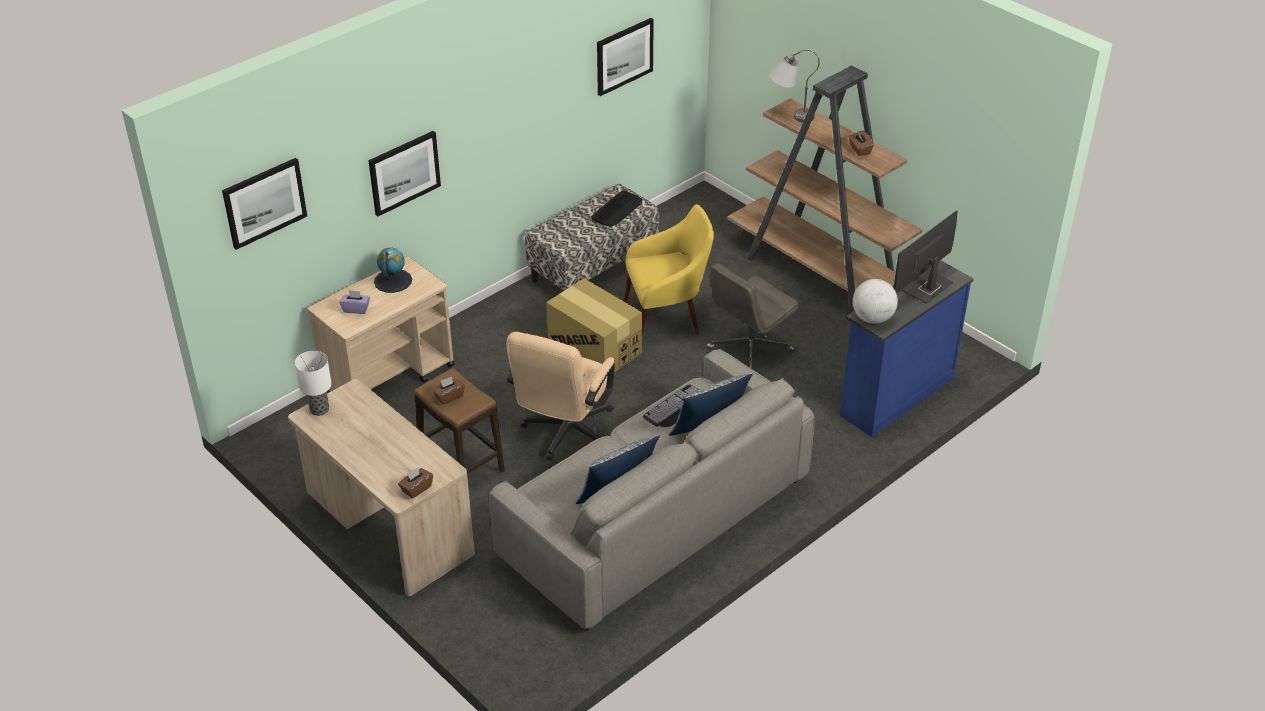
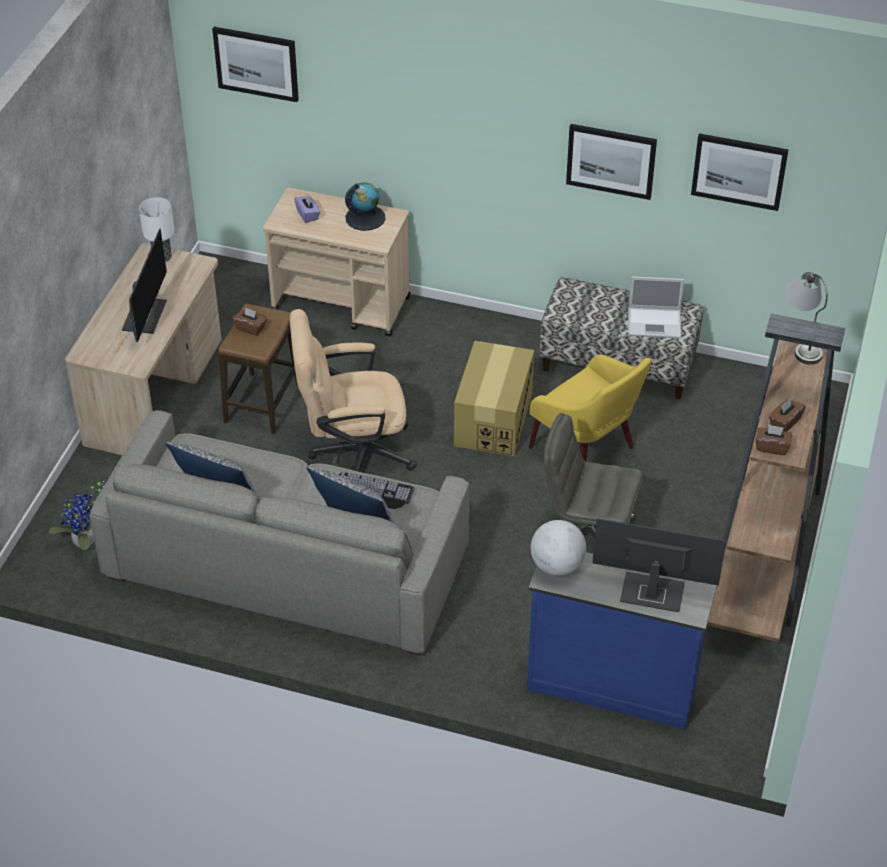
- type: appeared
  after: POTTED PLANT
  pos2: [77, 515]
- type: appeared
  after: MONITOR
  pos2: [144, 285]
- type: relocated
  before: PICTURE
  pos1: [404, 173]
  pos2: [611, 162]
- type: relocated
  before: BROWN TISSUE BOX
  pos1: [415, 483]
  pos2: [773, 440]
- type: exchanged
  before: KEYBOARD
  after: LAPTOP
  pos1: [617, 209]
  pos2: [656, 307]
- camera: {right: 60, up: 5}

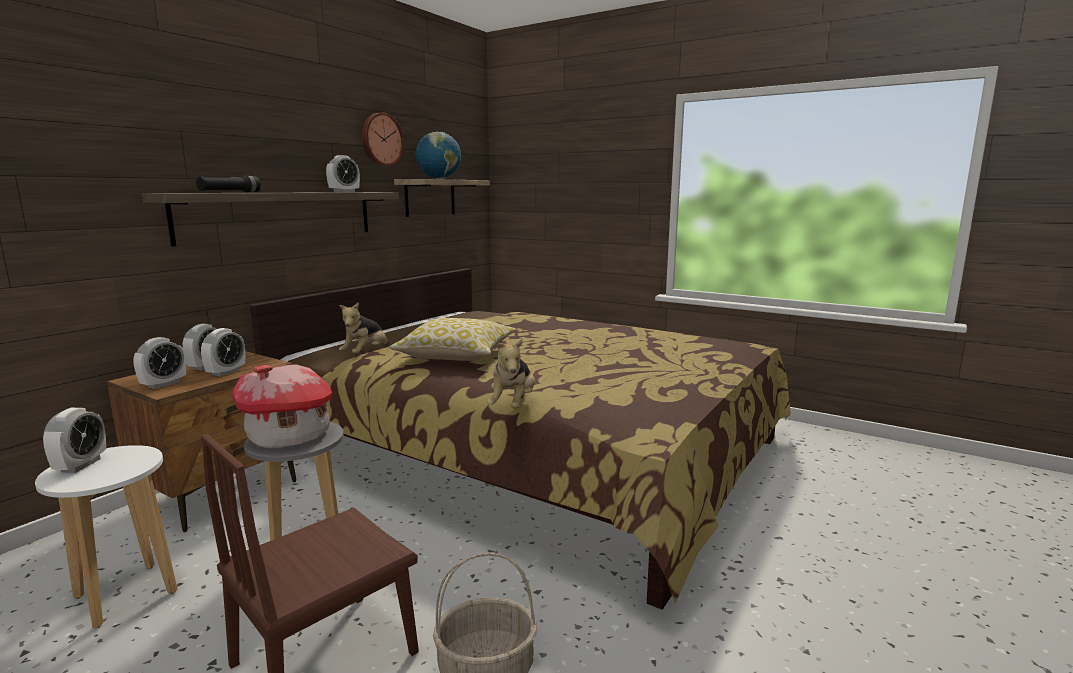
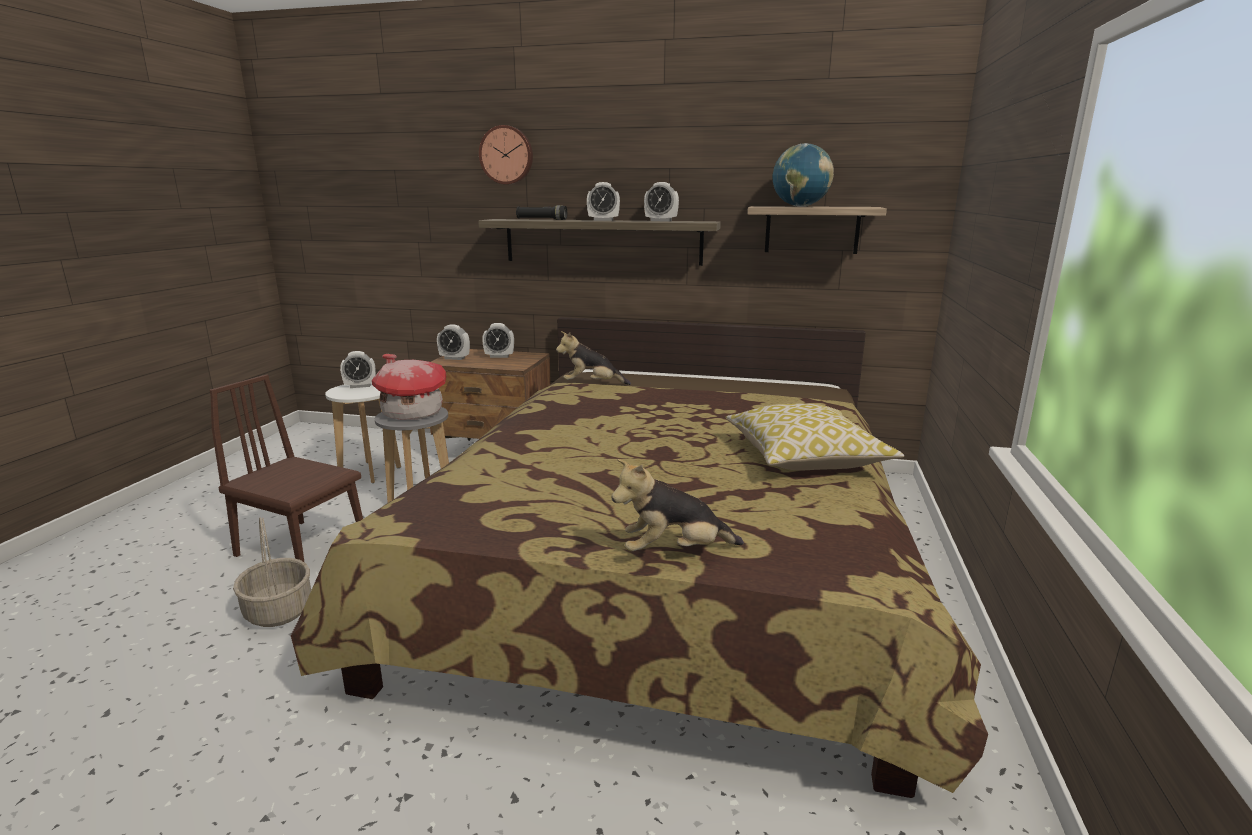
- type: relocated
  before: ALARM CLOCK
  pos1: [223, 352]
  pos2: [603, 201]
- type: relocated
  before: WALL CLOCK
  pos1: [383, 139]
  pos2: [506, 154]
- type: relocated
  before: PILLOW
  pos1: [452, 339]
  pos2: [815, 437]
- type: relocated
  before: PLUSH TOY
  pos1: [511, 374]
  pos2: [677, 505]
- camera: {right: 70, up: 5}

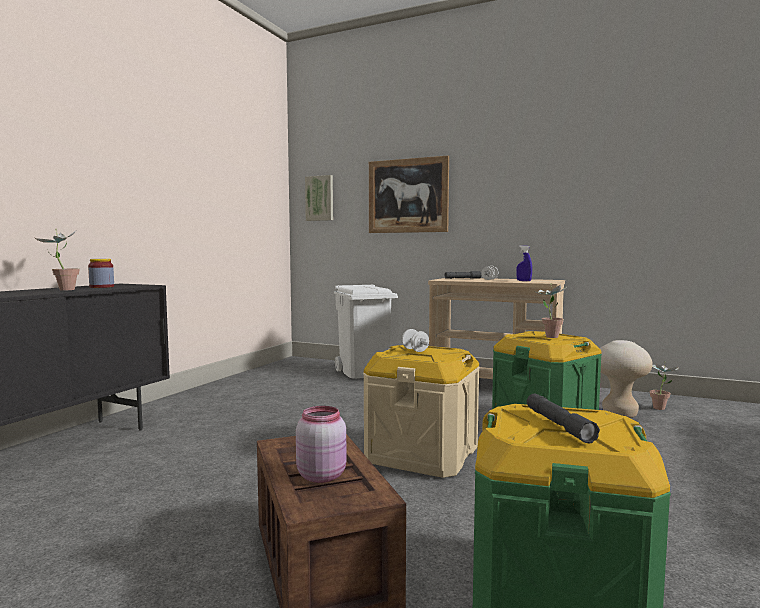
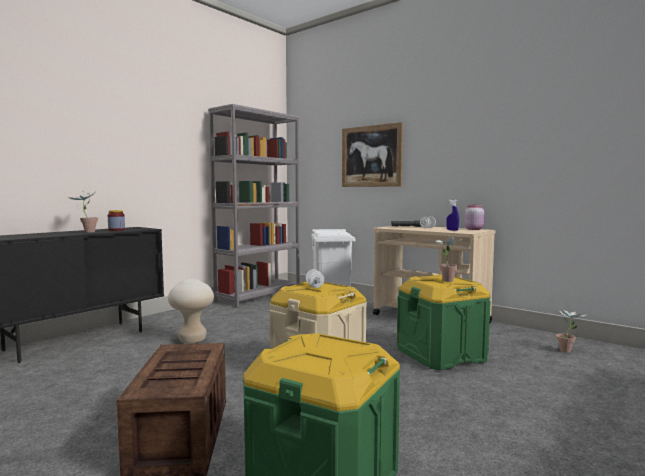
- type: missing
  before: PICTURE
  pos1: [319, 198]
- type: missing
  before: GREY FLASHLIGHT
  pos1: [563, 419]
- type: appeared
  after: GREY BOOKCASE
  pos2: [254, 206]
- type: relocated
  before: PINK JAR
  pos1: [321, 444]
  pos2: [474, 217]
- type: relocated
  before: BEIGE STOOL
  pos1: [626, 379]
  pos2: [191, 311]
- camera: {right: 15, up: 0}

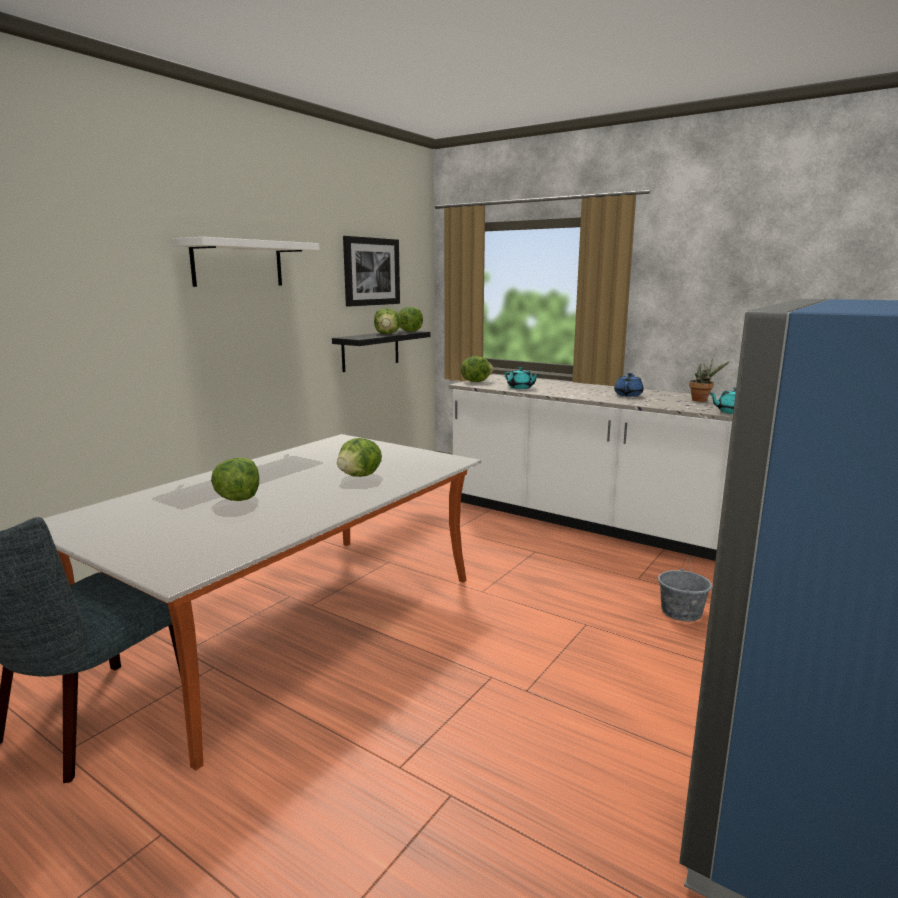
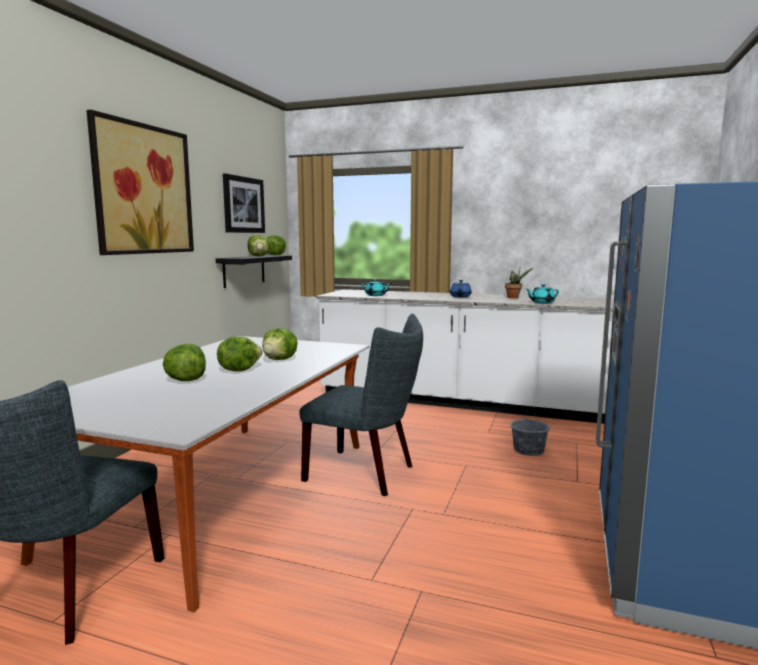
- type: appeared
  after: GREY CHAIR
  pos2: [361, 405]
- type: relocated
  before: LETTUCE
  pos1: [477, 369]
  pos2: [239, 354]
- type: exchanged
  before: WHITE SHELF
  after: PICTURE
  pos1: [245, 262]
  pos2: [140, 182]
- camera: {right: -15, up: -5}

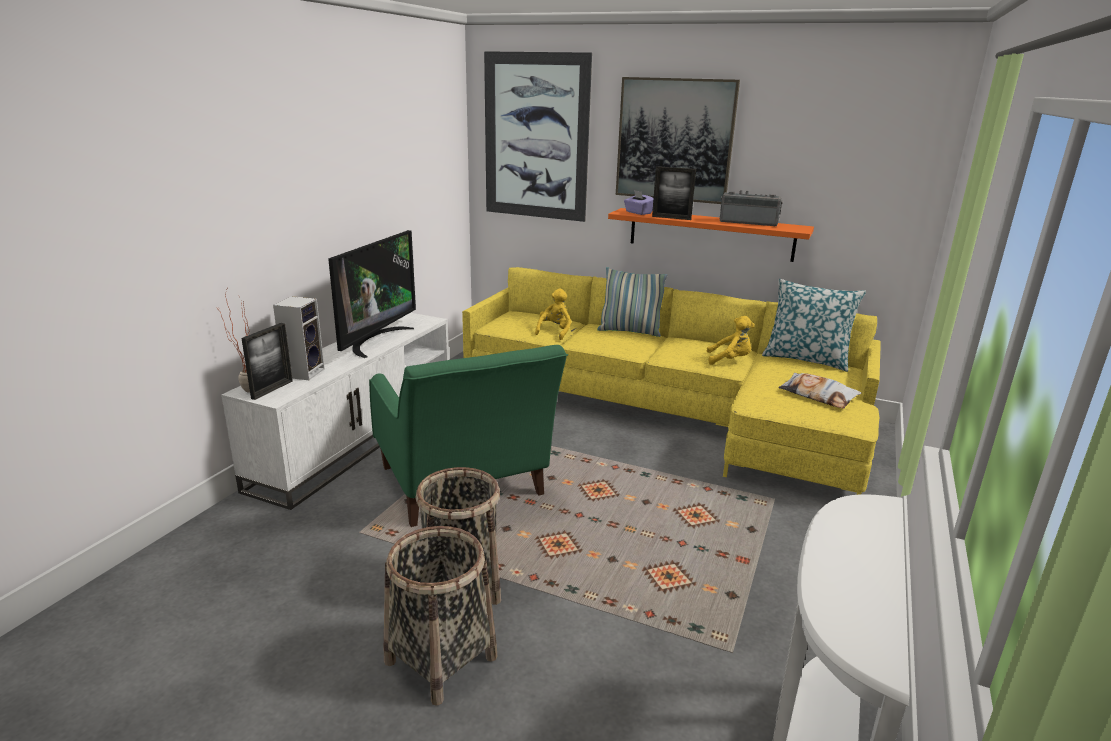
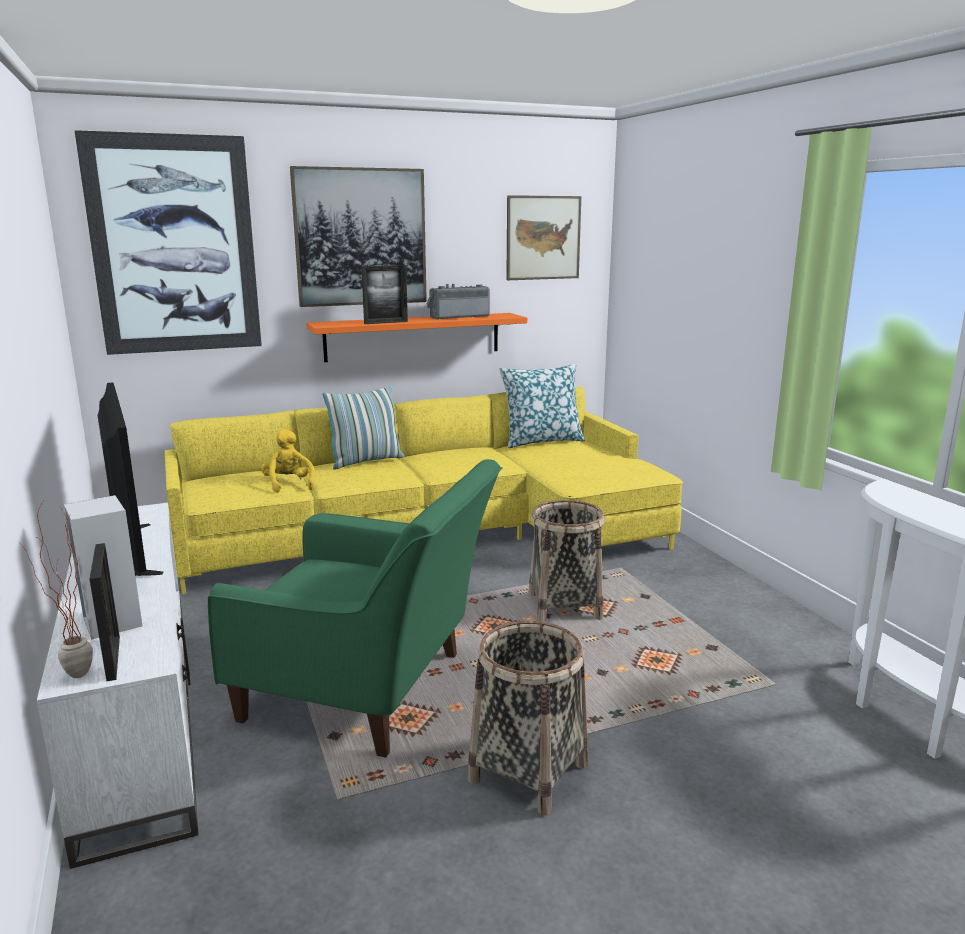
- type: missing
  before: PURPLE TISSUE BOX
  pos1: [638, 202]
- type: missing
  before: YELLOW PLUSH TOY
  pos1: [731, 340]
- type: missing
  before: PILLOW
  pos1: [819, 391]
- type: appeared
  after: PICTURE
  pos2: [543, 237]
- type: relocated
  before: BASKET
  pos1: [441, 616]
  pos2: [567, 561]
- camera: {right: -45, up: -5}

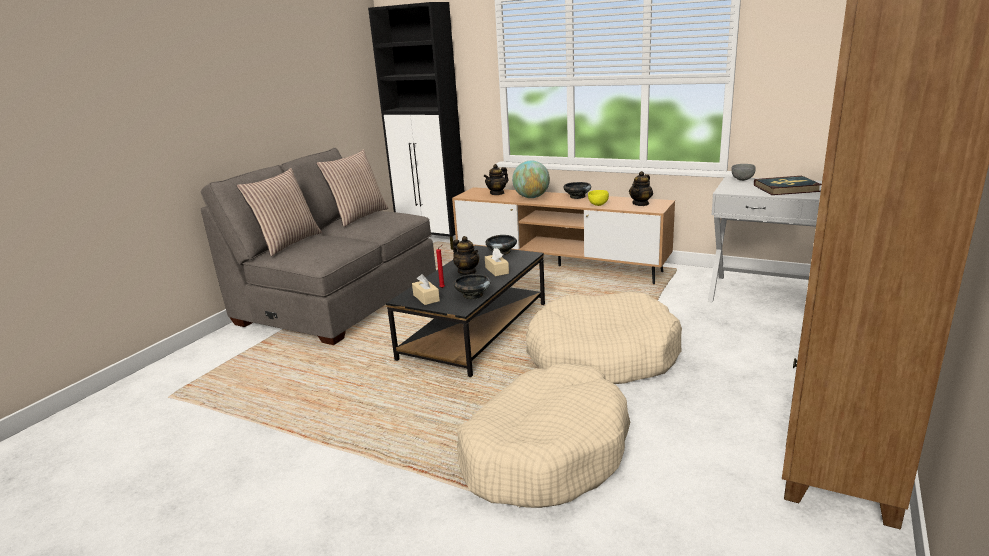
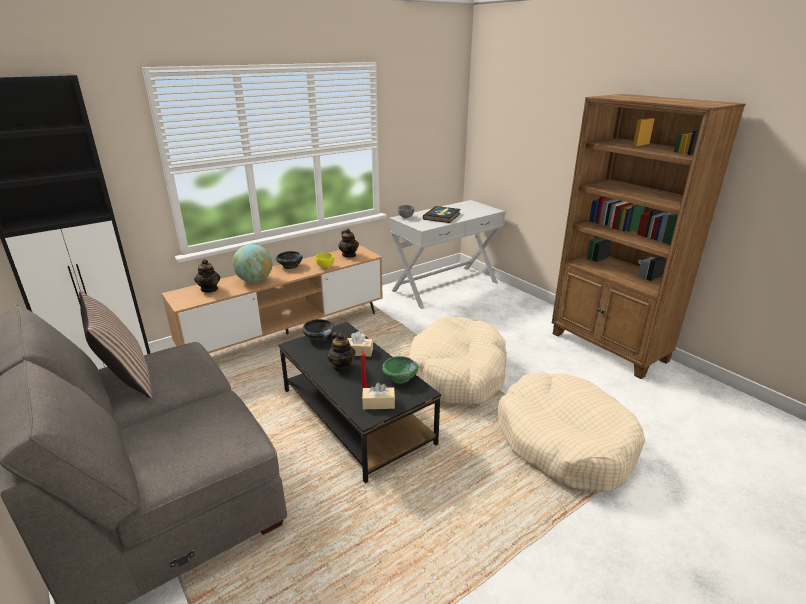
- type: missing
  before: PILLOW
  pos1: [279, 212]
- type: colour
  before: BLACK BOWL
  after: GREEN BOWL
  pos1: [472, 286]
  pos2: [400, 370]
- type: spun
  before: TEAPOT
  pos1: [465, 255]
  pos2: [341, 352]
  turn: 75
- camera: {right: -65, up: 5}

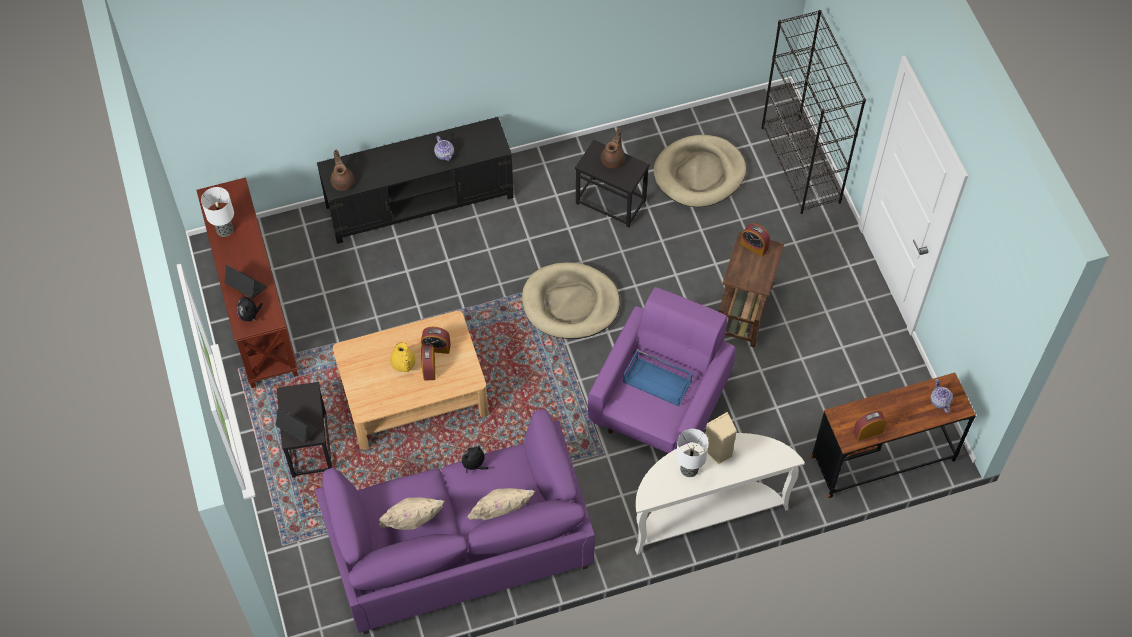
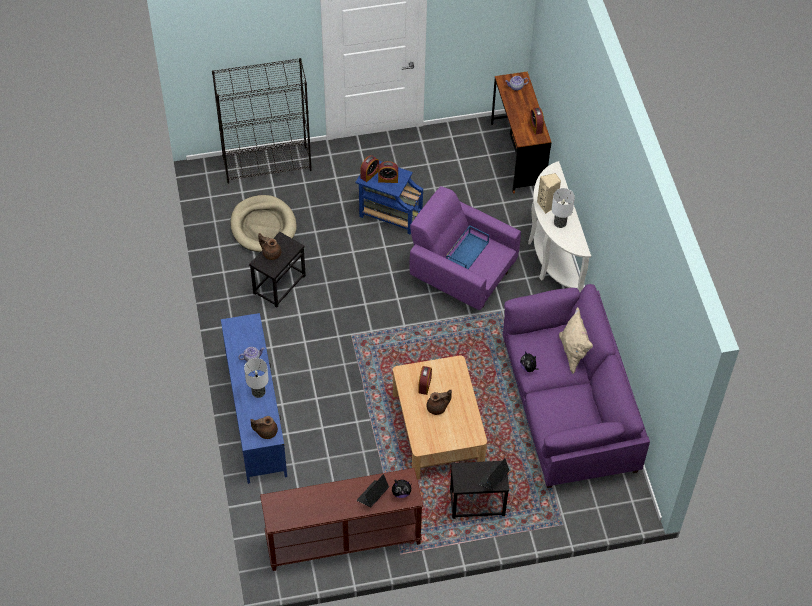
- type: missing
  before: BEIGE PILLOW
  pos1: [412, 514]
- type: missing
  before: BEIGE DOG BED
  pos1: [571, 300]
- type: relocated
  before: TABLE LAMP
  pos1: [217, 212]
  pos2: [256, 378]
- type: relocated
  before: ALARM CLOCK
  pos1: [428, 363]
  pos2: [388, 172]
- type: colour
  before: BLACK TV STAND
  after: BLUE TV STAND
  pos1: [415, 180]
  pos2: [254, 398]
- type: colour
  before: YELLOW TEAPOT
  after: BROWN TEAPOT
  pos1: [402, 357]
  pos2: [439, 402]
- type: colour
  before: BROWN SIDE TABLE
  after: BLUE SIDE TABLE
  pos1: [751, 289]
  pos2: [389, 198]
- camera: {right: -85, up: -5}

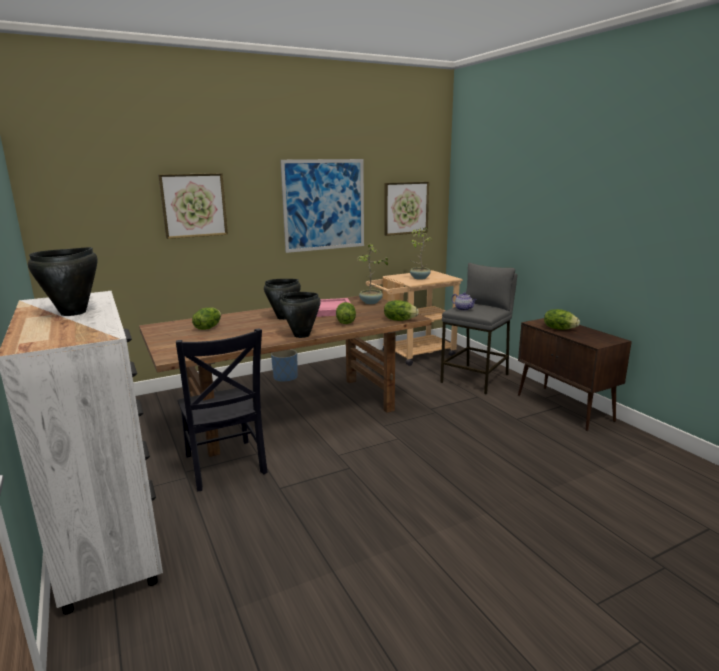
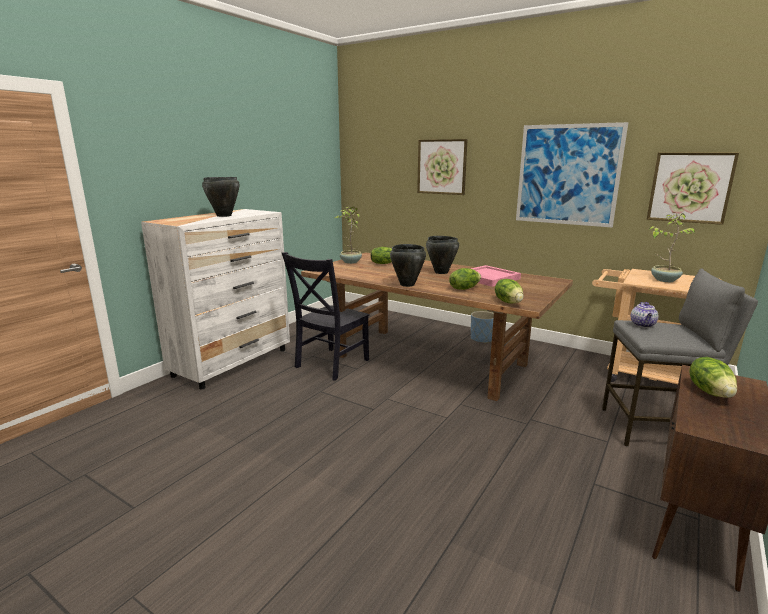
- type: relocated
  before: POTTED PLANT
  pos1: [374, 273]
  pos2: [348, 235]
- camera: {right: 60, up: 0}

